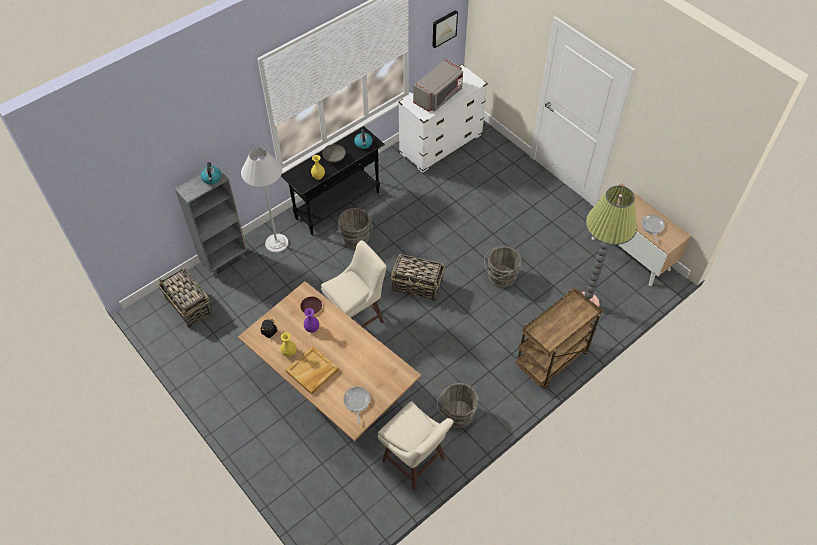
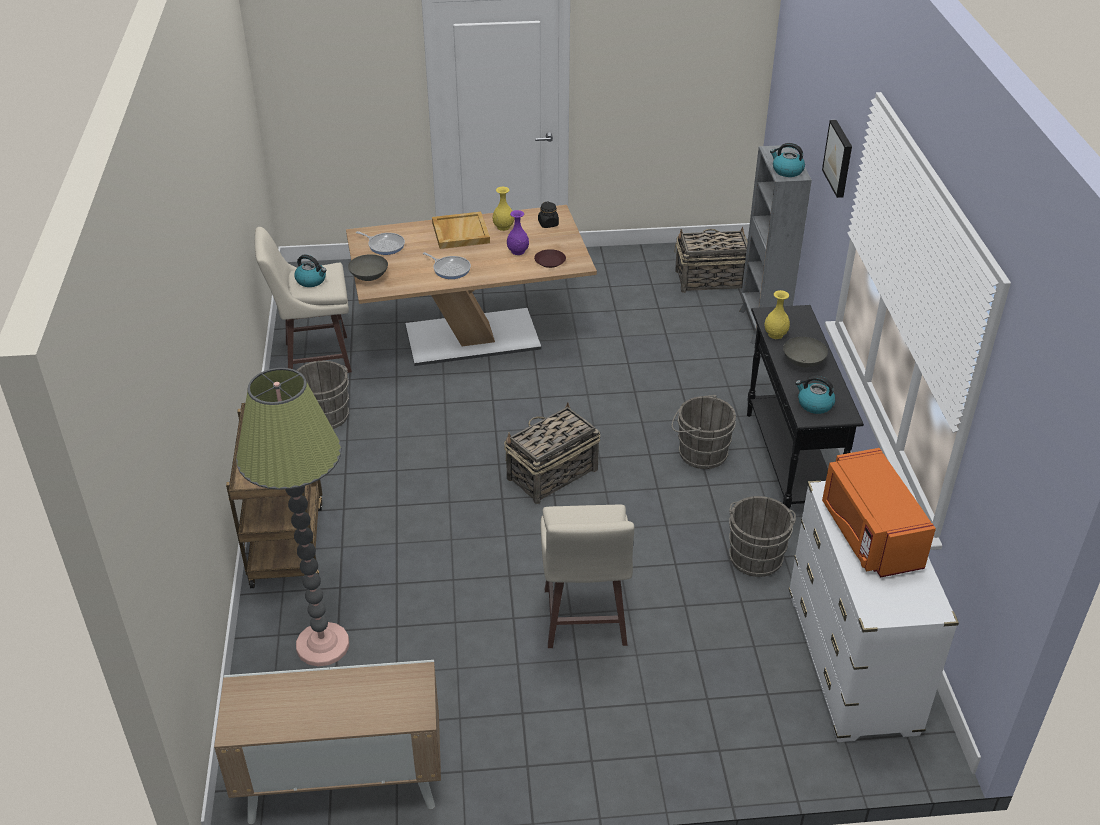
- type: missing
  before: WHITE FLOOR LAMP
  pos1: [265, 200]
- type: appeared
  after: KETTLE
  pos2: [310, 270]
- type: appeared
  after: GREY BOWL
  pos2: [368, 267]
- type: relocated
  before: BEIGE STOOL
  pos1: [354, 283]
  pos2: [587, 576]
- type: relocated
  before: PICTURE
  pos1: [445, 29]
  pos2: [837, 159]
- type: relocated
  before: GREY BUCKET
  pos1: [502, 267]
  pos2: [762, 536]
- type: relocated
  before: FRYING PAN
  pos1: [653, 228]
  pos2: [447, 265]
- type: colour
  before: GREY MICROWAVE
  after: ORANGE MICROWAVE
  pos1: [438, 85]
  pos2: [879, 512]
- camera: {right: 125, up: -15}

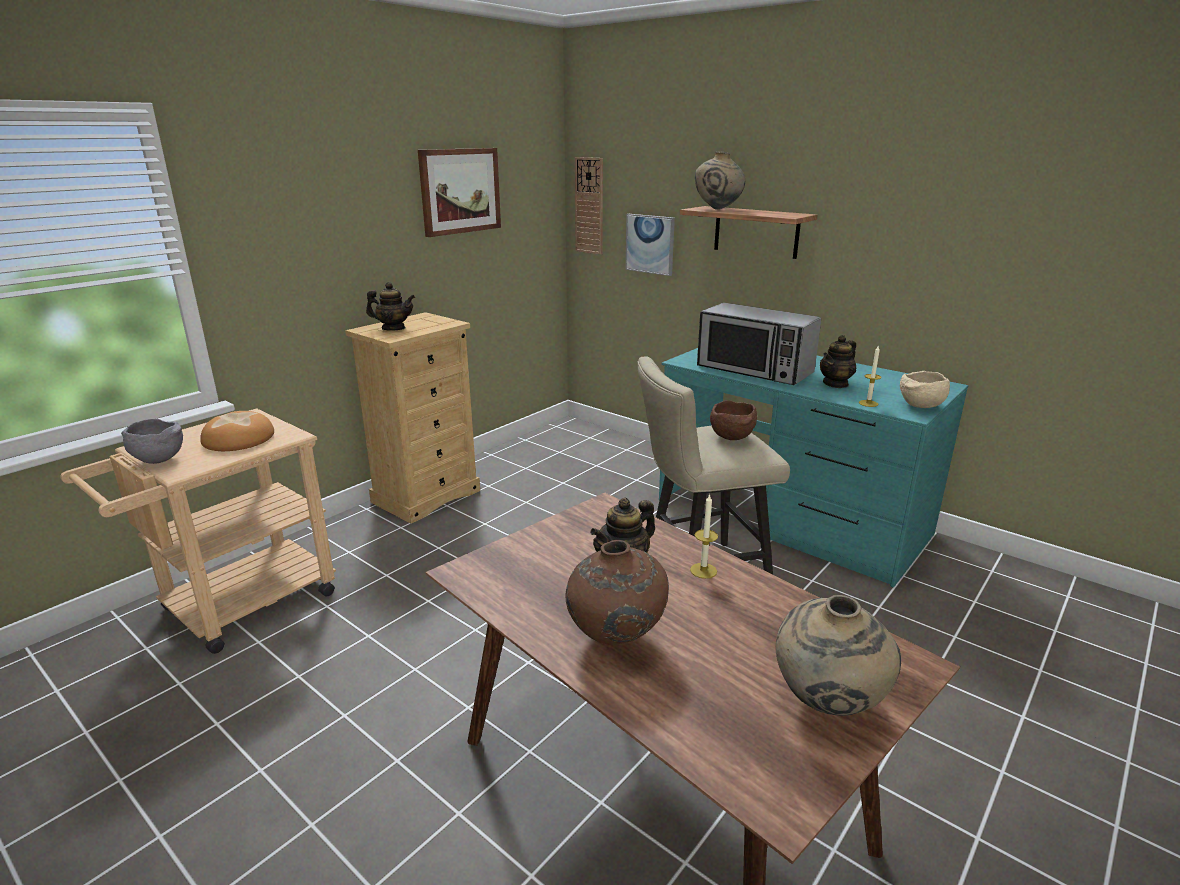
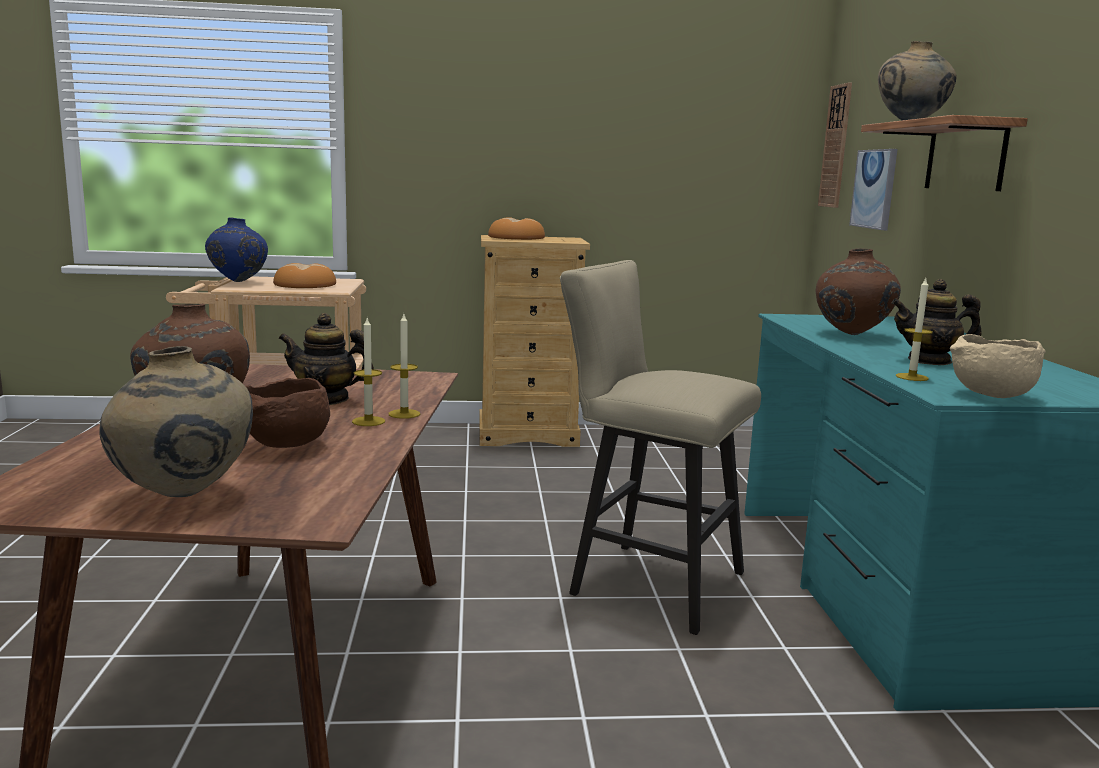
- type: missing
  before: PICTURE
  pos1: [459, 192]
- type: appeared
  after: CANDLE
  pos2: [404, 366]
- type: relocated
  before: BROWN BOWL
  pos1: [733, 420]
  pos2: [287, 413]
- type: exchanged
  before: GREY BOWL
  after: BLUE VASE
  pos1: [152, 441]
  pos2: [236, 249]
- type: exchanged
  before: TEAPOT
  after: BREAD
  pos1: [390, 306]
  pos2: [516, 228]
- type: exchanged
  before: MICROWAVE
  after: BROWN VASE
  pos1: [759, 344]
  pos2: [858, 291]
- camera: {right: 45, up: -10}

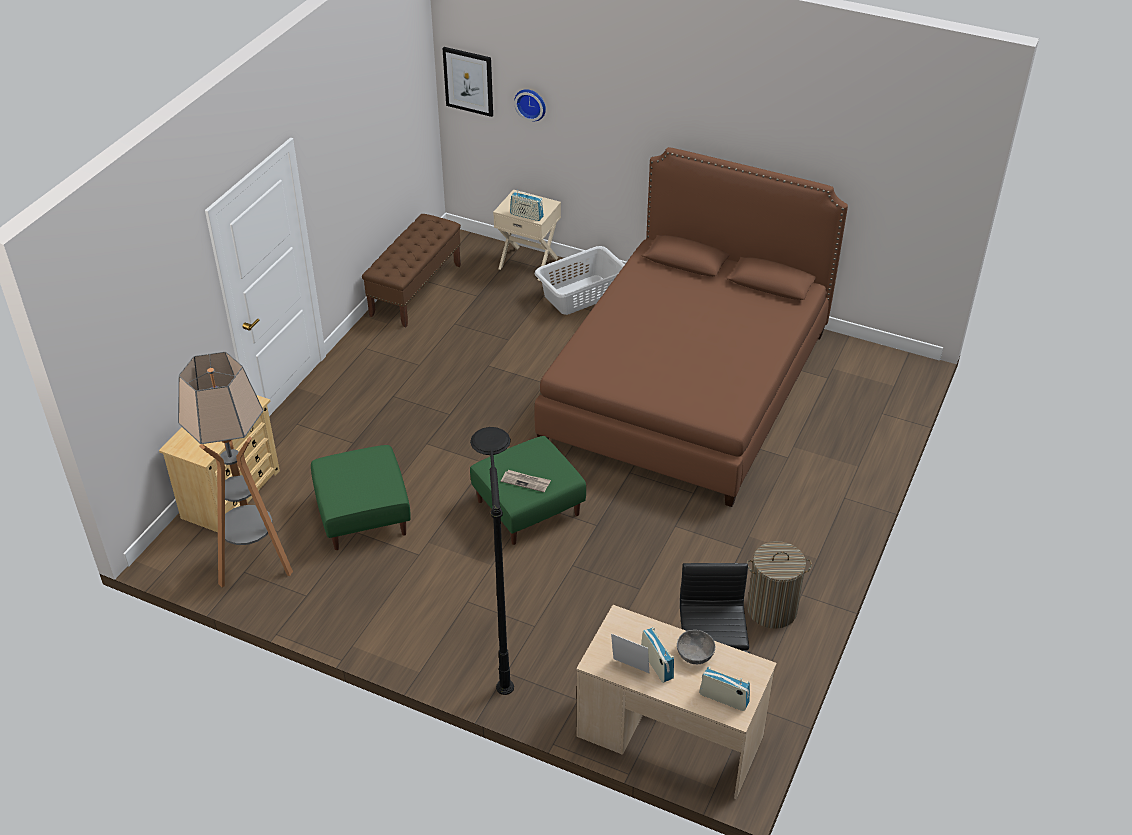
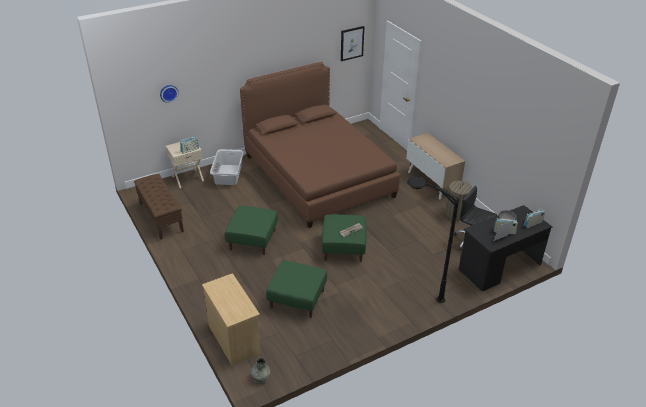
- type: missing
  before: FLOOR LAMP
  pos1: [235, 469]
- type: appeared
  after: GREEN OTTOMAN
  pos2: [251, 230]
- type: appeared
  after: GREY VASE
  pos2: [260, 370]
- type: appeared
  after: CABINET
  pos2: [435, 166]
- type: relocated
  before: PICTURE
  pos1: [467, 82]
  pos2: [352, 43]
- type: colour
  before: BEIGE DESK
  after: BLACK DESK
  pos1: [676, 702]
  pos2: [505, 248]
- camera: {right: -55, up: -5}

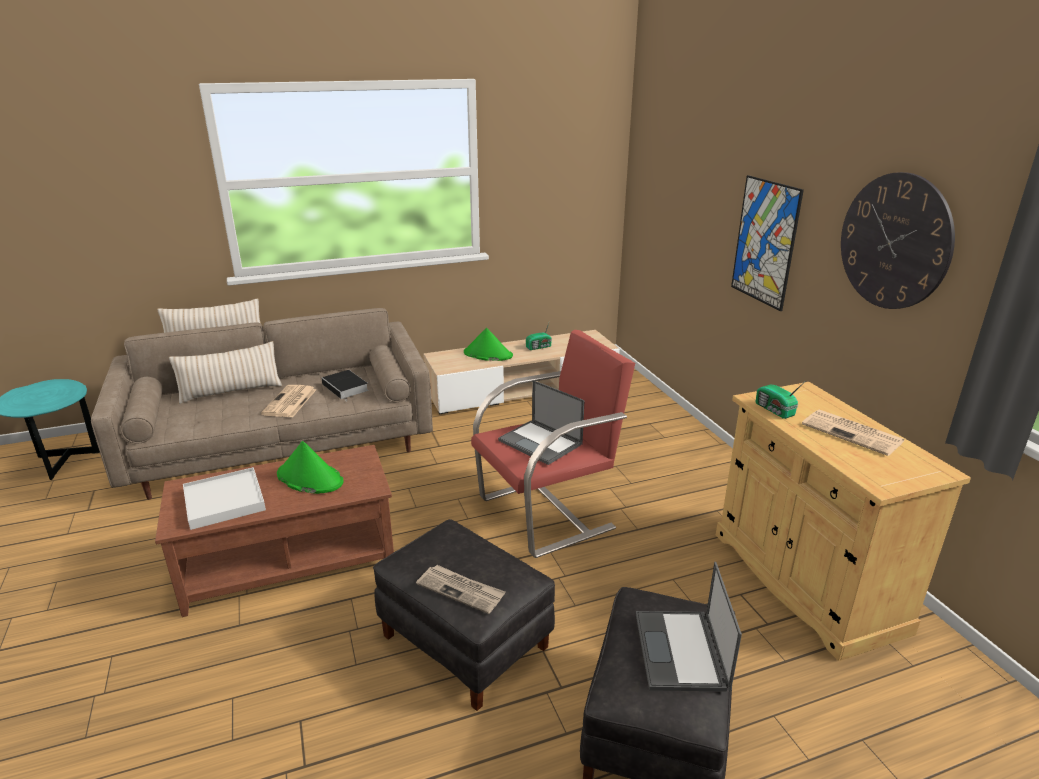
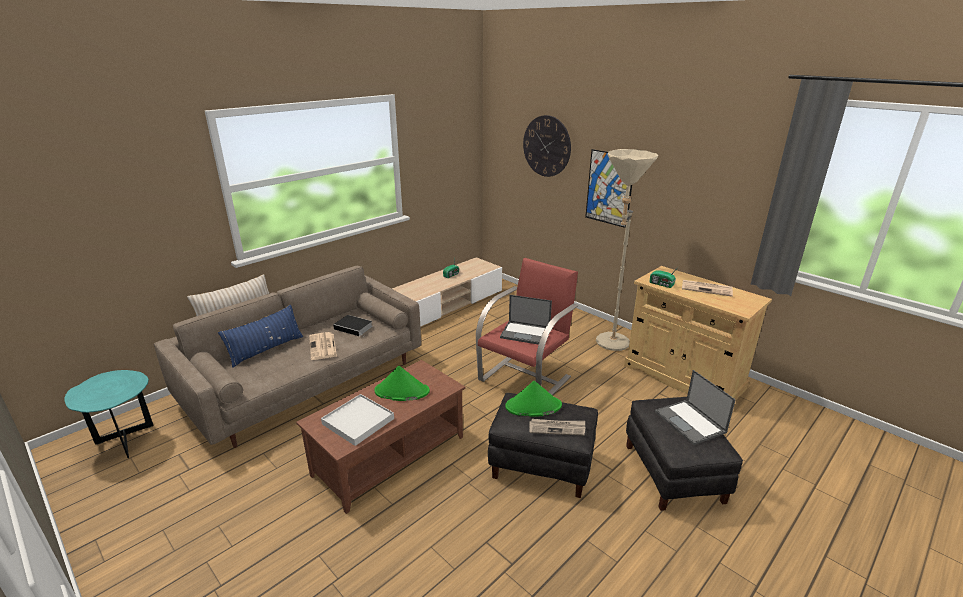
- type: appeared
  after: BEIGE FLOOR LAMP
  pos2: [627, 250]
- type: relocated
  before: GREEN HAT
  pos1: [488, 344]
  pos2: [533, 399]
- type: relocated
  before: WALL CLOCK
  pos1: [898, 240]
  pos2: [547, 146]
- type: colour
  before: BEIGE PILLOW
  after: BLUE PILLOW
  pos1: [225, 372]
  pos2: [260, 336]
- camera: {right: -25, up: 0}

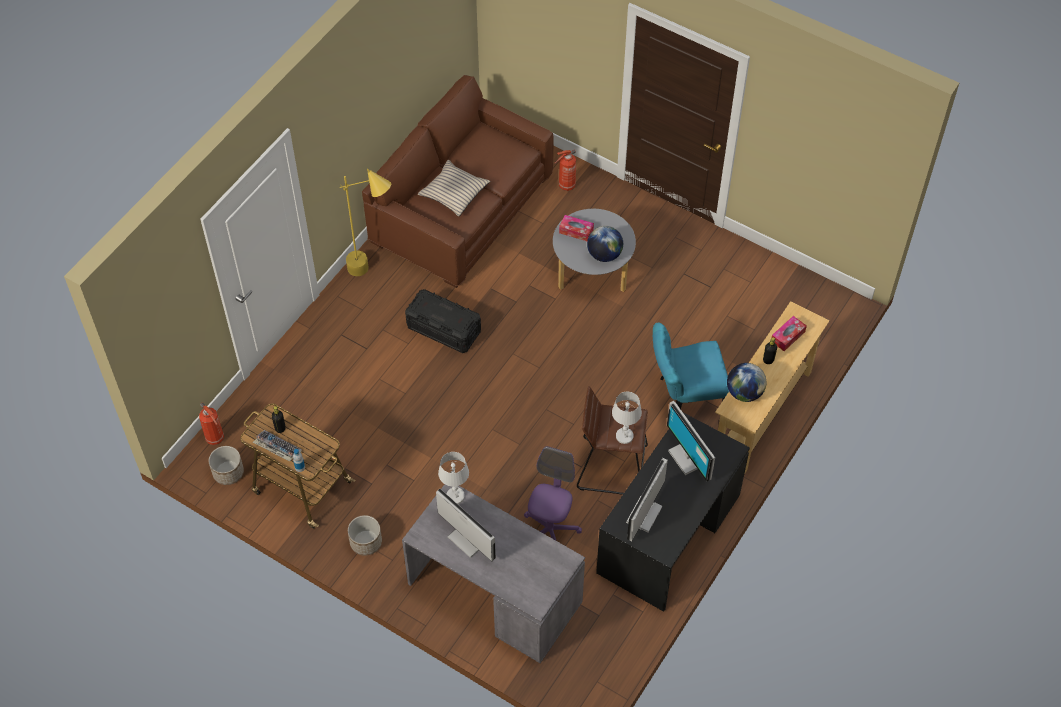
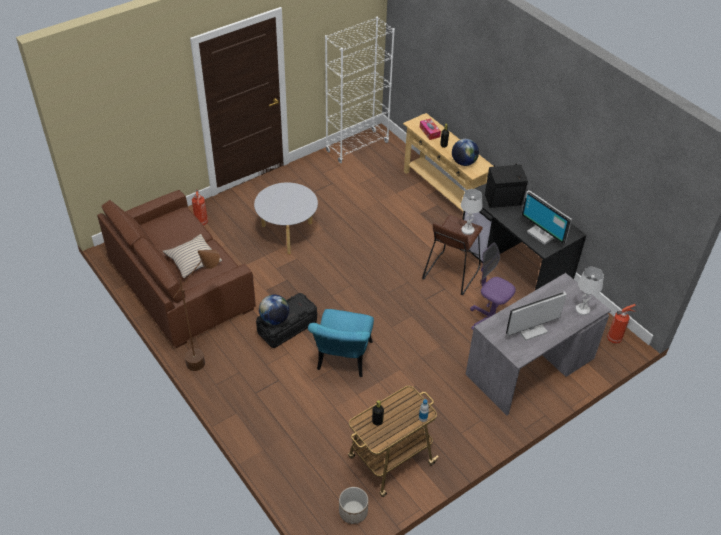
- type: missing
  before: KEYBOARD
  pos1: [277, 445]
- type: missing
  before: PLANTER
  pos1: [365, 535]
- type: missing
  before: TISSUE BOX
  pos1: [576, 228]
- type: appeared
  after: WHITE BOOKCASE
  pos2: [360, 90]
- type: relocated
  before: FIRE EXTINGUISHER
  pos1: [211, 424]
  pos2: [621, 324]
- type: relocated
  before: WHITE TABLE LAMP
  pos1: [453, 478]
  pos2: [589, 291]
- type: relocated
  before: GLOBE
  pos1: [605, 244]
  pos2: [274, 310]
- type: relocated
  before: TURQUOISE CHAIR
  pos1: [691, 366]
  pos2: [341, 343]
- type: exchanged
  before: MONITOR
  after: BLACK SPEAKER
  pos1: [691, 441]
  pos2: [506, 186]
- type: colour
  before: YELLOW FLOOR LAMP
  after: BROWN FLOOR LAMP
  pos1: [365, 222]
  pos2: [196, 310]
- camera: {right: -70, up: -10}

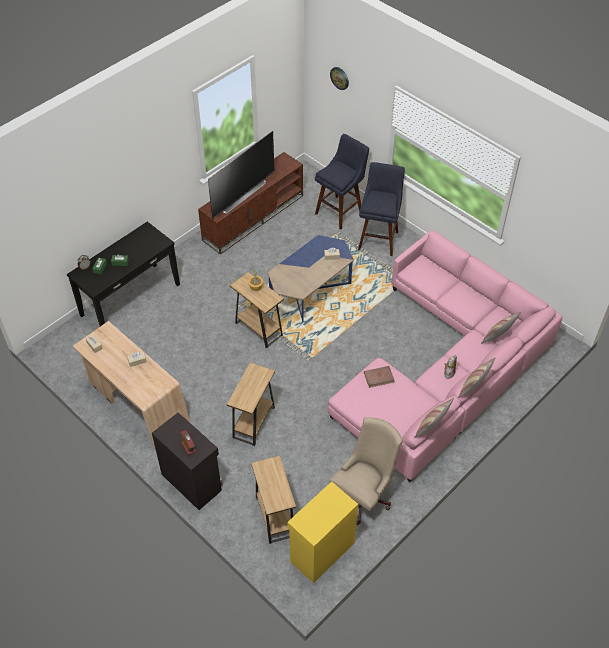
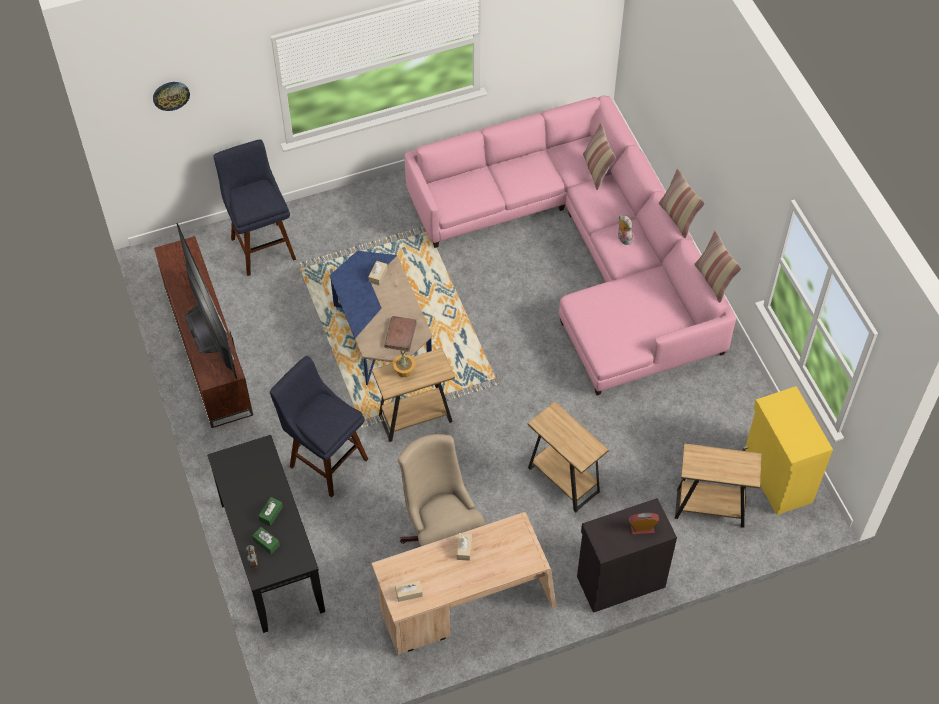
- type: relocated
  before: BEIGE OFFICE CHAIR
  pos1: [366, 471]
  pos2: [442, 490]
- type: relocated
  before: BLUE STOOL
  pos1: [381, 209]
  pos2: [319, 427]
- type: relocated
  before: BROWN BOOK
  pos1: [379, 377]
  pos2: [400, 334]
- camera: {right: -65, up: 5}

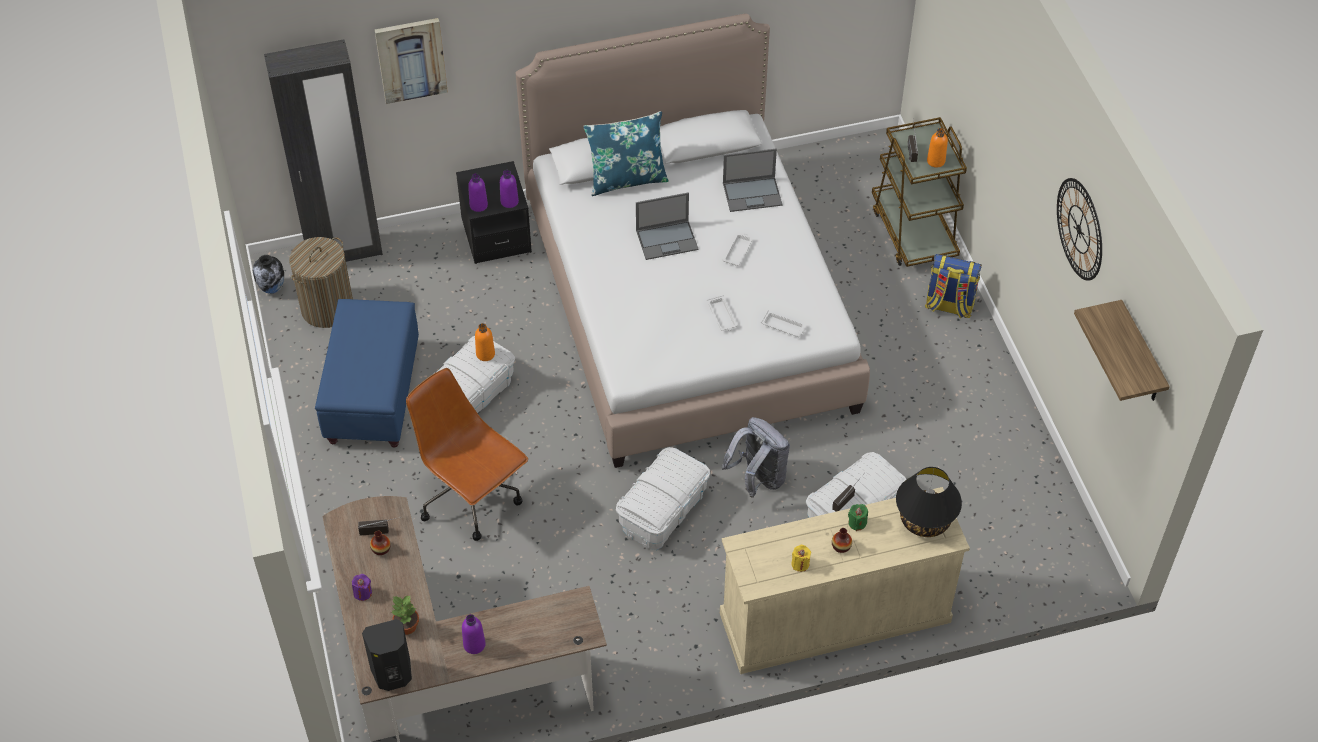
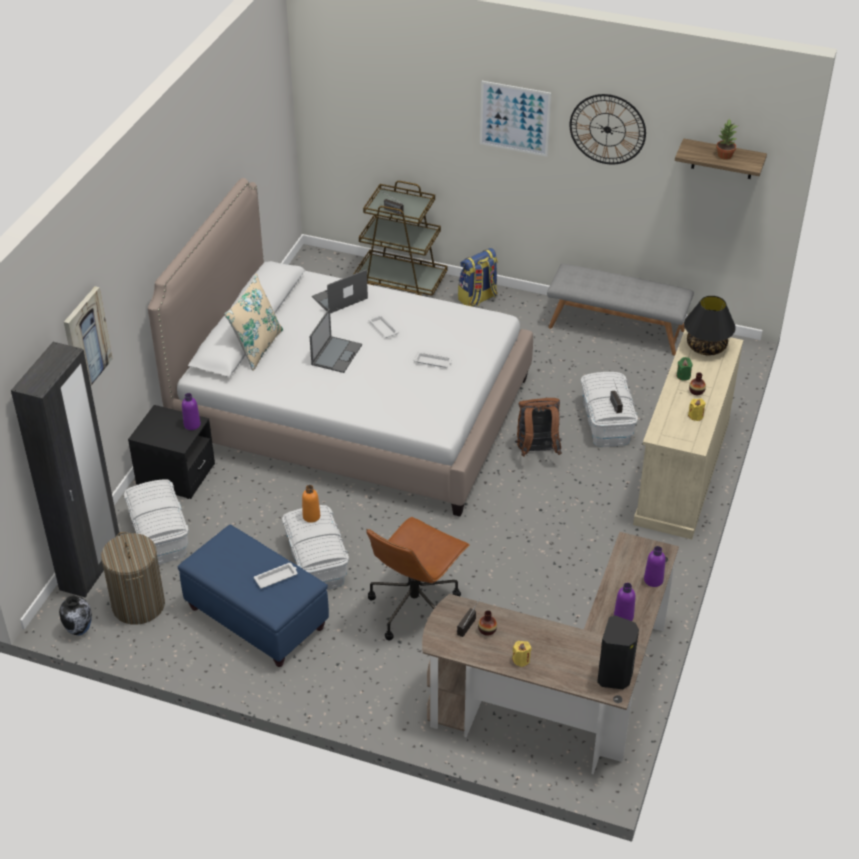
- type: missing
  before: ORANGE BOTTLE
  pos1: [937, 148]
- type: appeared
  after: PICTURE
  pos2: [515, 119]
- type: appeared
  after: GREY BENCH
  pos2: [620, 309]
- type: relocated
  before: POTTED PLANT
  pos1: [405, 615]
  pos2: [727, 139]
- type: relocated
  before: PURPLE BOTTLE
  pos1: [478, 193]
  pos2: [655, 566]
- type: relocated
  before: WHITE STORAGE BOX
  pos1: [663, 498]
  pos2: [156, 522]
- type: relocated
  before: WHITE TRAY
  pos1: [783, 323]
  pos2: [276, 575]
- type: colour
  before: PURPLE CANDLE
  after: YELLOW CANDLE
  pos1: [362, 587]
  pos2: [522, 654]
- type: colour
  before: BLUE PILLOW
  after: BEIGE PILLOW
  pos1: [626, 153]
  pos2: [253, 322]
- type: colour
  before: GREY BACKPACK
  after: BROWN BACKPACK
  pos1: [756, 457]
  pos2: [538, 427]
- type: spun
  before: BROWN OFFICE CHAIR
  pos1: [467, 454]
  pos2: [418, 579]
  turn: -45
- type: spun
  before: LAPTOP
  pos1: [753, 180]
  pos2: [340, 292]
  turn: -150
- camera: {right: -55, up: -10}

